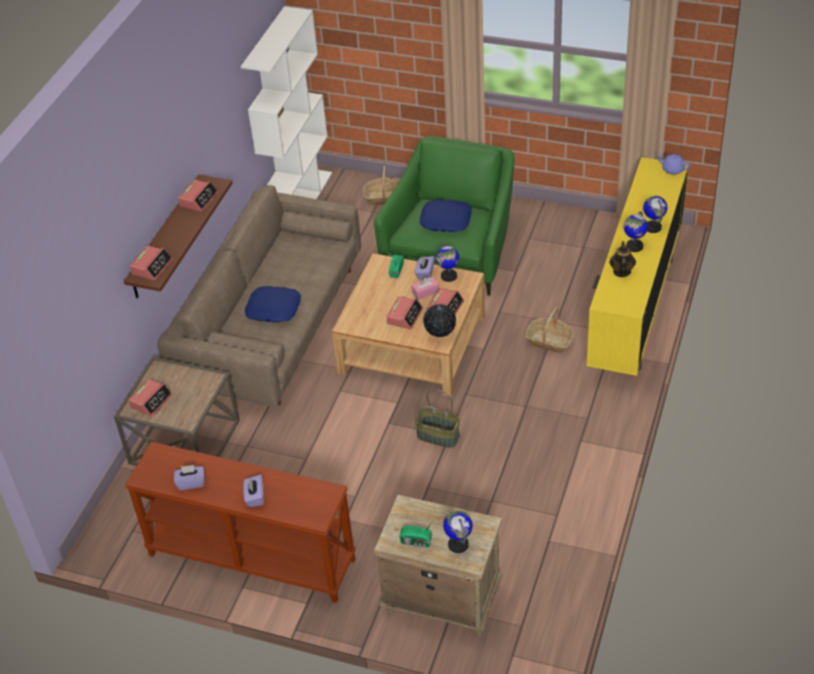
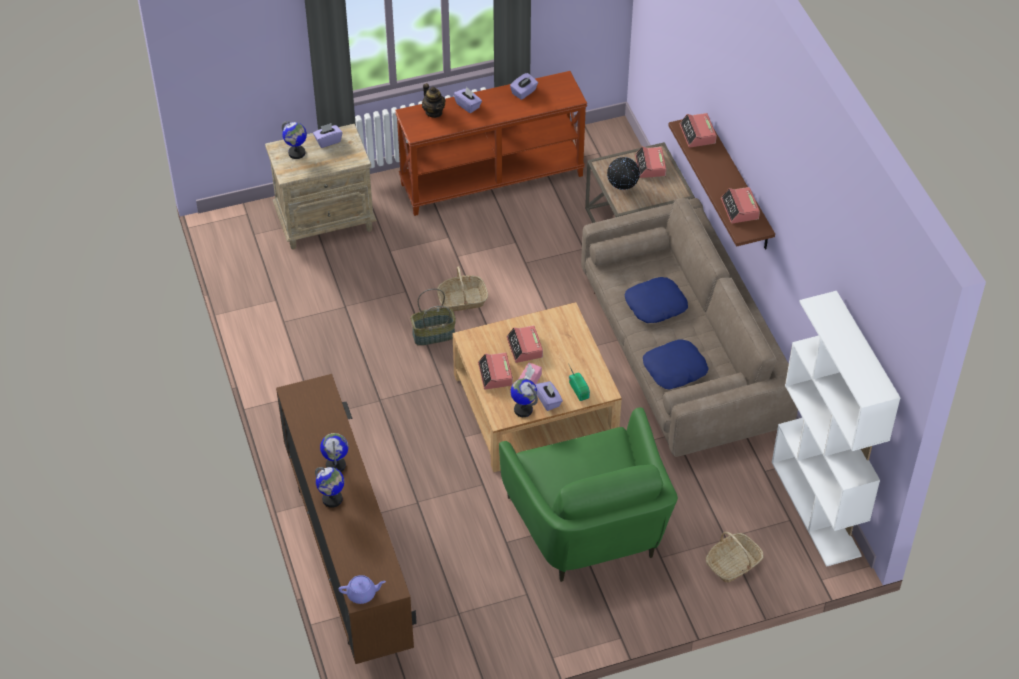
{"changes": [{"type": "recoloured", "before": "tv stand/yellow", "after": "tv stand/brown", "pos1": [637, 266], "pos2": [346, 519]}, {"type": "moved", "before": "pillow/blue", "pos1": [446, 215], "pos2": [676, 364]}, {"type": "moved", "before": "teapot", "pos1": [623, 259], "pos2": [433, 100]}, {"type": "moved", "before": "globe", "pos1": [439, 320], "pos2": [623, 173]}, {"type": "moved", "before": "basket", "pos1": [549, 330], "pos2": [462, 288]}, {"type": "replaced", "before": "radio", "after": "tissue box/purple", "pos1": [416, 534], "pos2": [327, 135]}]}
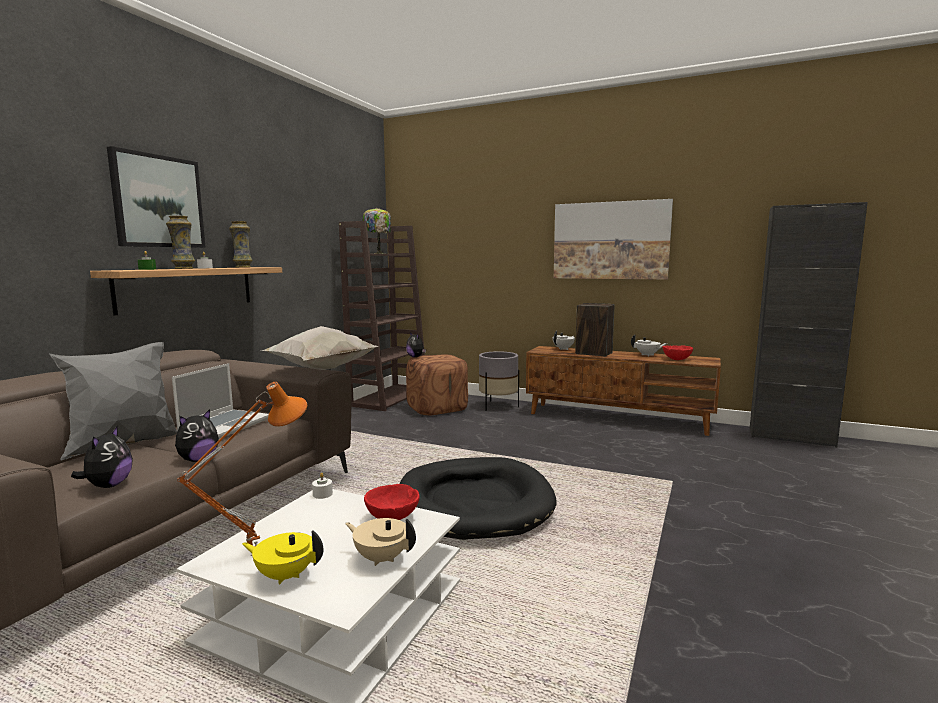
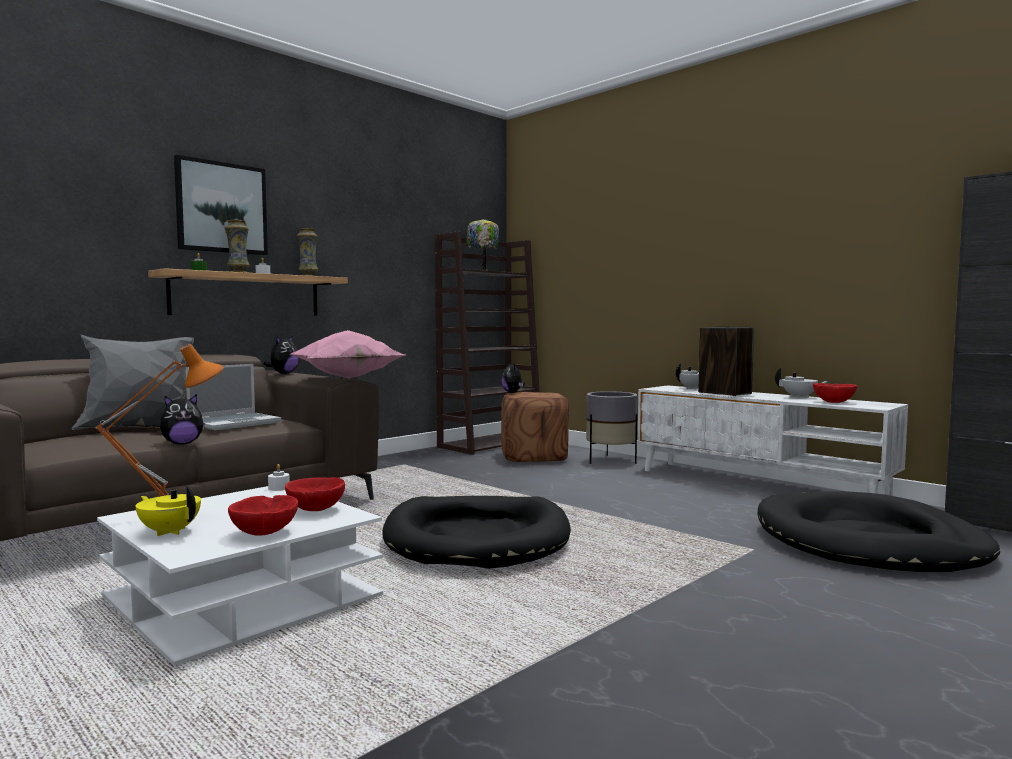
{"changes": [{"type": "removed", "before": "picture", "pos1": [613, 239]}, {"type": "recoloured", "before": "pillow/white", "after": "pillow/pink", "pos1": [320, 348], "pos2": [347, 354]}, {"type": "recoloured", "before": "tv stand/brown", "after": "tv stand/white", "pos1": [623, 391], "pos2": [772, 440]}, {"type": "moved", "before": "plush toy", "pos1": [102, 457], "pos2": [281, 355]}, {"type": "replaced", "before": "teapot/beige", "after": "bowl/red", "pos1": [380, 542], "pos2": [263, 515]}, {"type": "added", "after": "dog bed/black", "pos2": [878, 531]}]}
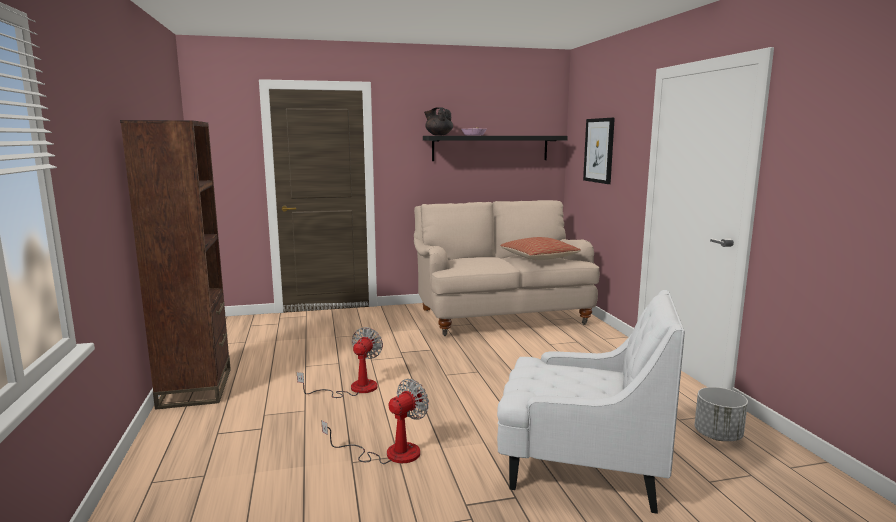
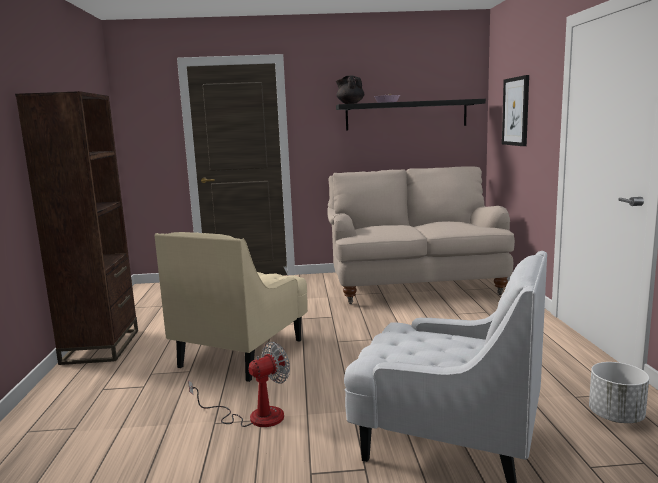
{"changes": [{"type": "removed", "before": "pillow", "pos1": [540, 248]}, {"type": "replaced", "before": "fan", "after": "armchair/beige", "pos1": [340, 362], "pos2": [231, 307]}]}
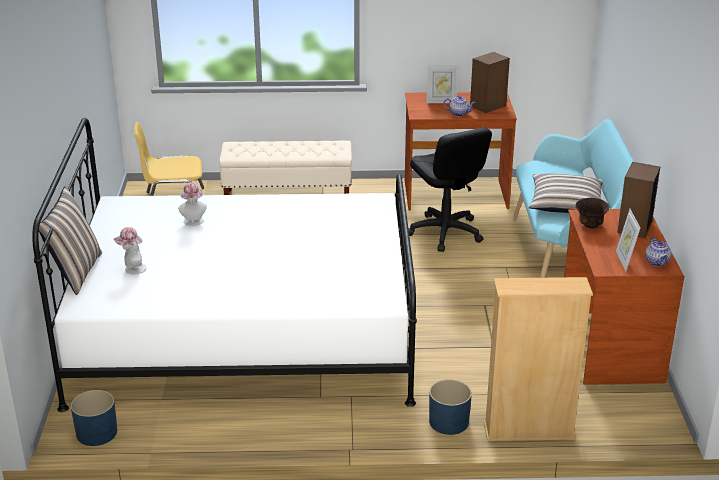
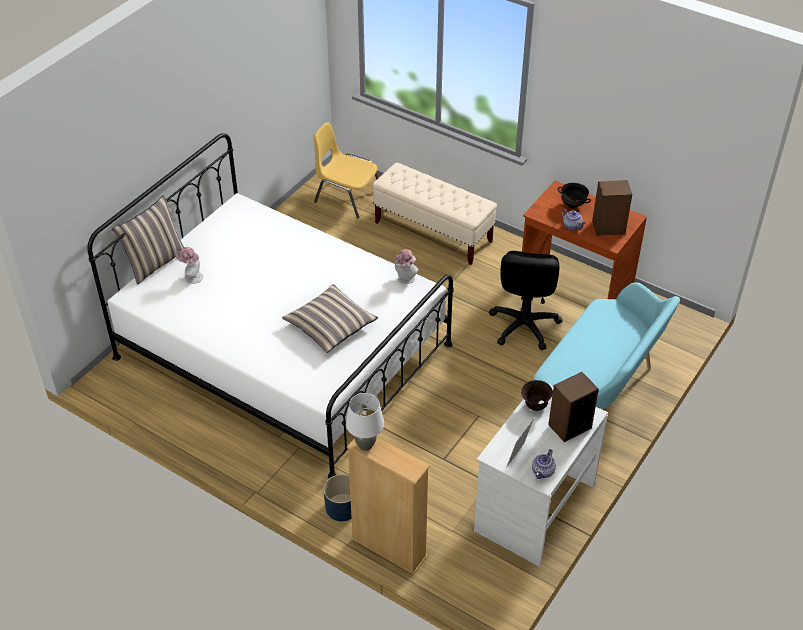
{"changes": [{"type": "replaced", "before": "picture frame", "after": "bowl/black", "pos1": [442, 84], "pos2": [574, 196]}, {"type": "moved", "before": "pillow", "pos1": [566, 193], "pos2": [330, 318]}, {"type": "moved", "before": "hat", "pos1": [192, 204], "pos2": [406, 266]}, {"type": "recoloured", "before": "desk/brown", "after": "desk/white", "pos1": [624, 297], "pos2": [541, 476]}, {"type": "removed", "before": "planter/blue", "pos1": [94, 418]}, {"type": "added", "after": "table lamp/white", "pos2": [365, 422]}]}
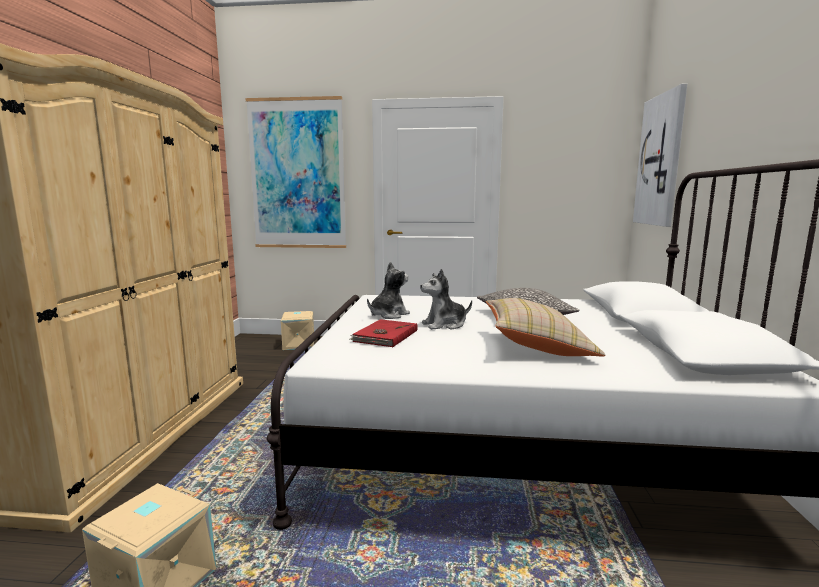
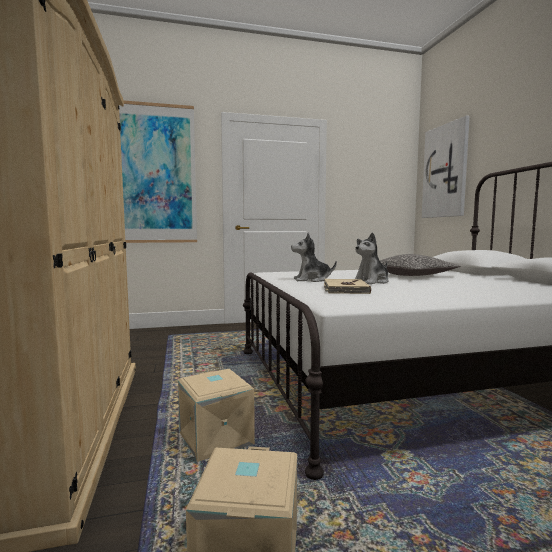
{"changes": [{"type": "turned", "before": "plush toy", "pos1": [388, 290], "pos2": [314, 257], "turn": -120}, {"type": "removed", "before": "pillow/beige", "pos1": [545, 327]}, {"type": "moved", "before": "storage box/beige", "pos1": [297, 330], "pos2": [216, 415]}, {"type": "recoloured", "before": "book/red", "after": "book/beige", "pos1": [384, 333], "pos2": [347, 286]}]}
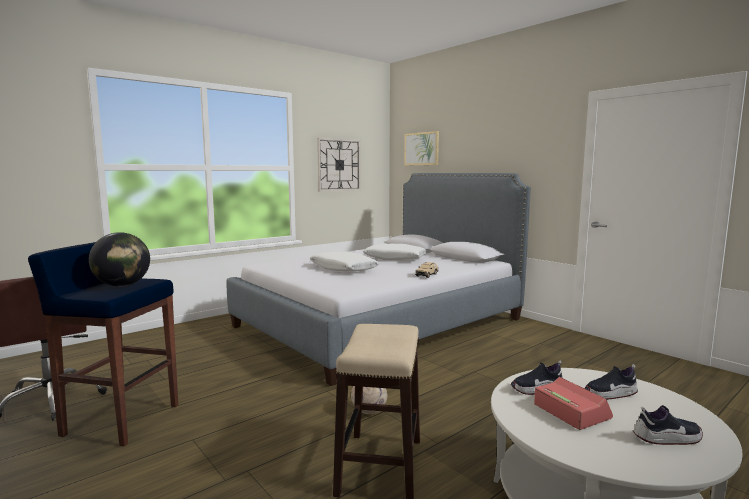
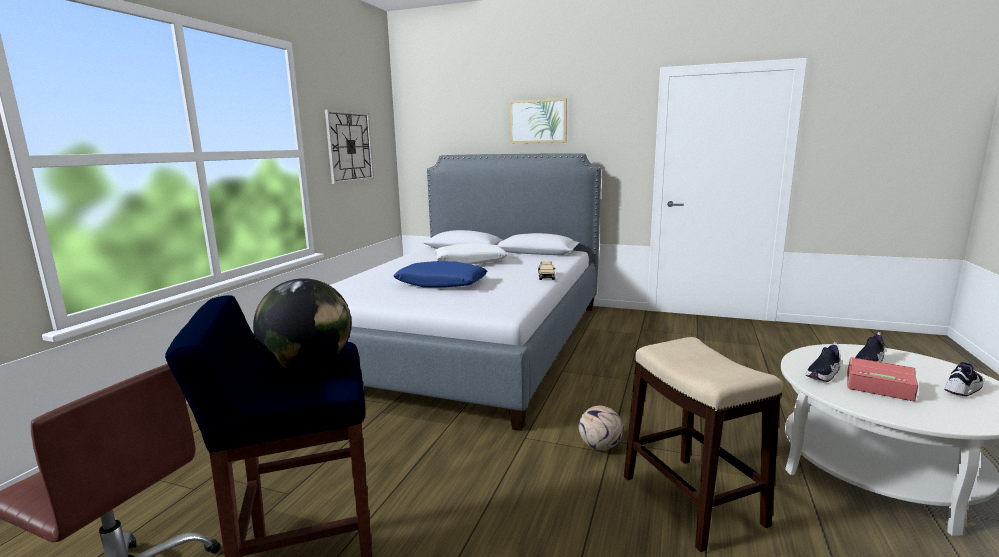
{"changes": [{"type": "moved", "before": "picture", "pos1": [421, 148], "pos2": [538, 120]}, {"type": "recoloured", "before": "pillow/white", "after": "pillow/blue", "pos1": [344, 261], "pos2": [440, 274]}]}
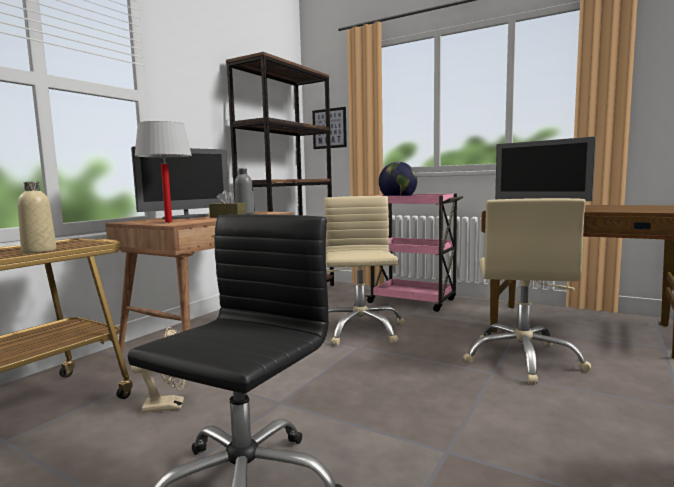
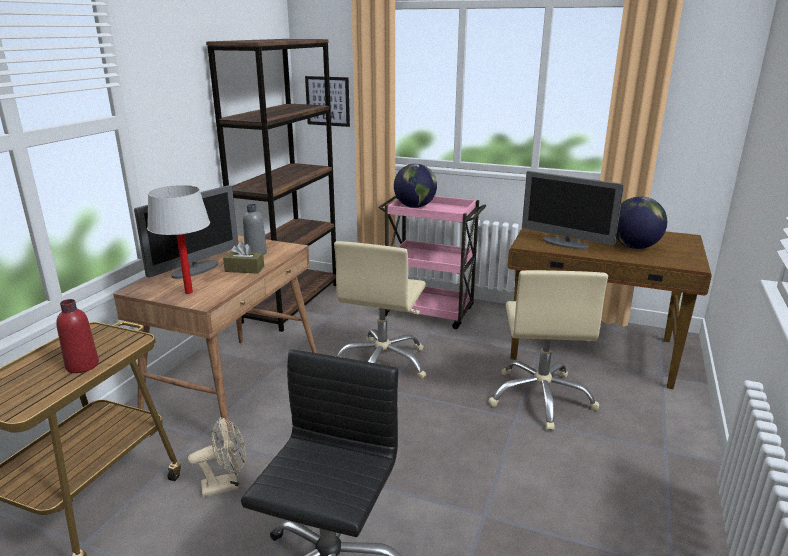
{"changes": [{"type": "recoloured", "before": "bottle/beige", "after": "bottle/red", "pos1": [37, 217], "pos2": [77, 336]}, {"type": "turned", "before": "office chair/beige", "pos1": [364, 270], "pos2": [380, 310], "turn": -150}, {"type": "added", "after": "globe", "pos2": [641, 222]}]}
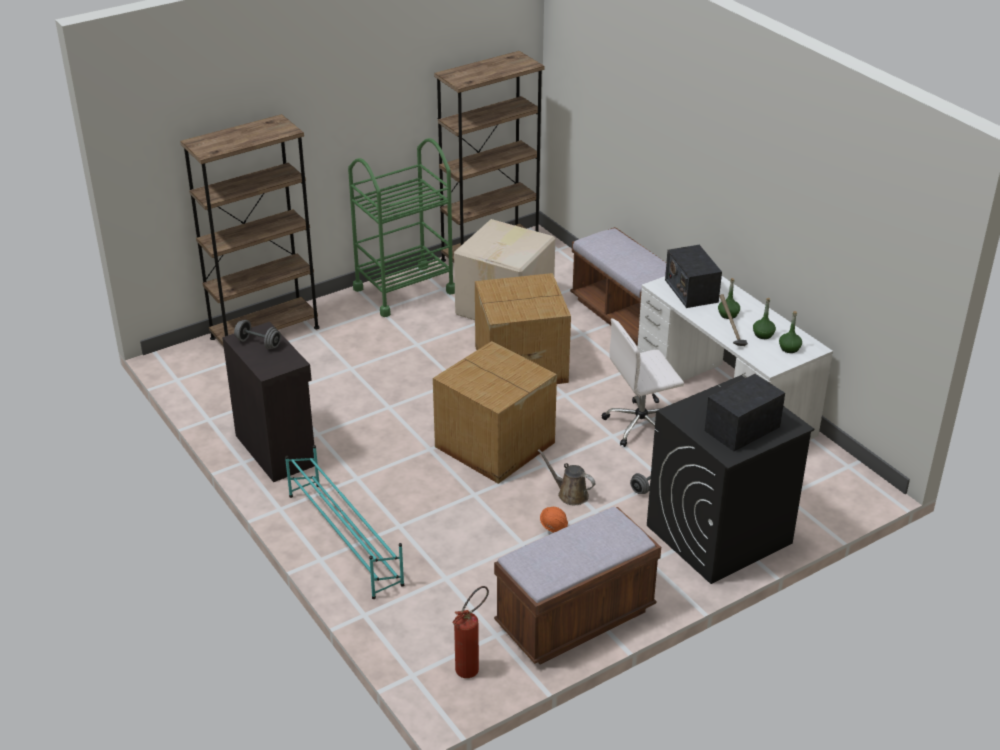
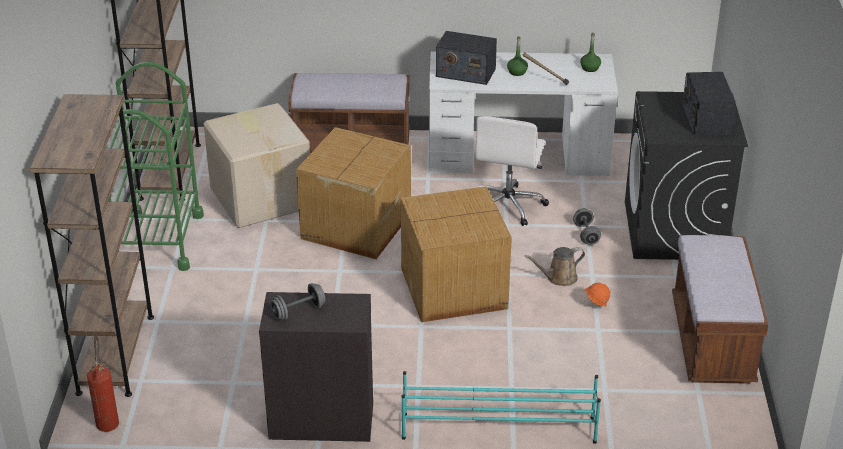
{"changes": [{"type": "removed", "before": "bottle/green", "pos1": [764, 318]}, {"type": "moved", "before": "fire extinguisher", "pos1": [470, 632], "pos2": [103, 384]}]}
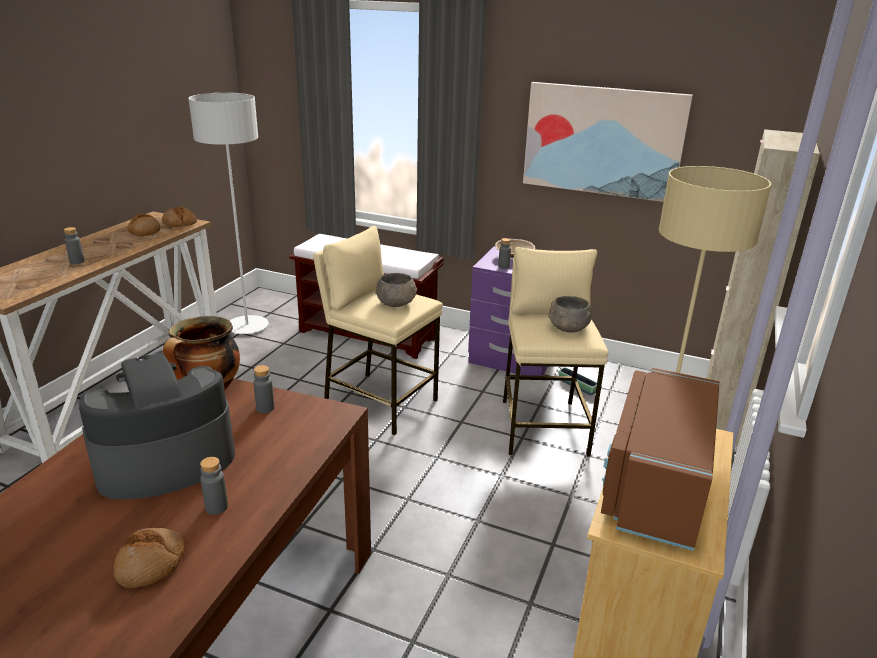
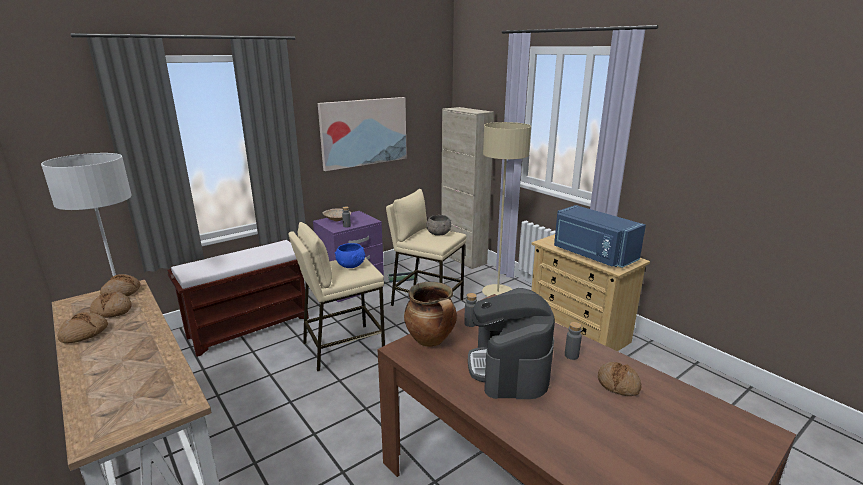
{"changes": [{"type": "removed", "before": "bottle/grey", "pos1": [74, 245]}, {"type": "recoloured", "before": "bowl/grey", "after": "bowl/blue", "pos1": [396, 290], "pos2": [350, 255]}, {"type": "recoloured", "before": "microwave/brown", "after": "microwave/blue", "pos1": [660, 459], "pos2": [600, 236]}, {"type": "added", "after": "bread", "pos2": [82, 327]}]}
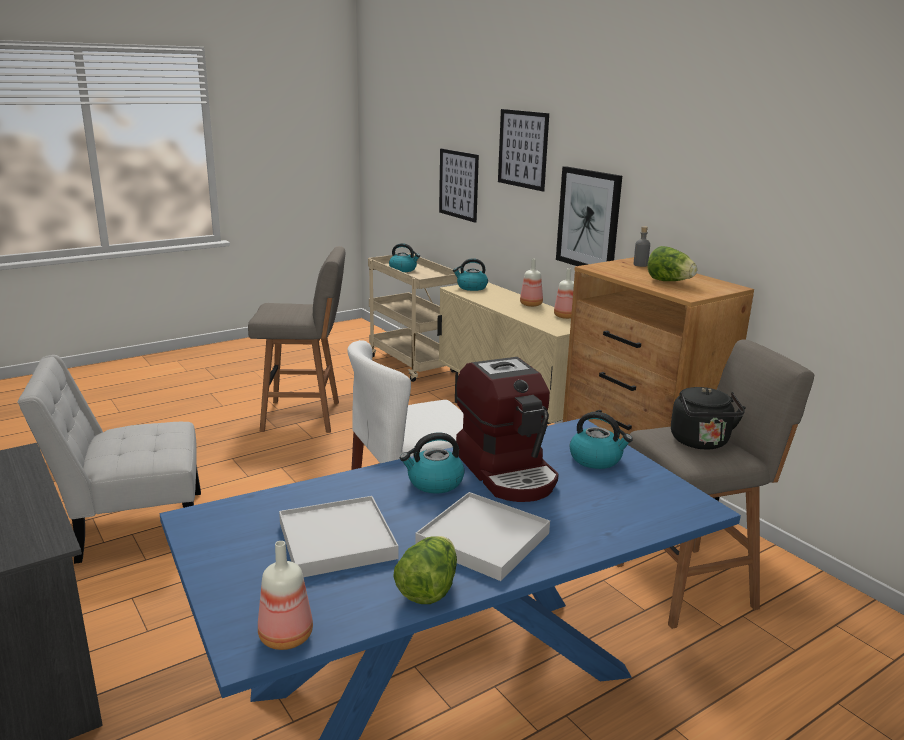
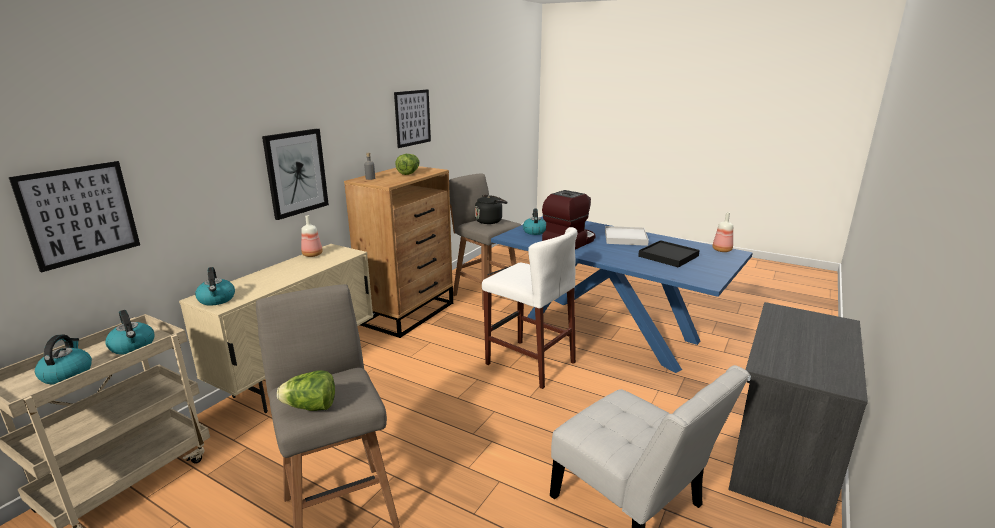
{"changes": [{"type": "moved", "before": "picture", "pos1": [523, 150], "pos2": [412, 118]}, {"type": "removed", "before": "bottle", "pos1": [531, 283]}, {"type": "moved", "before": "kettle", "pos1": [432, 463], "pos2": [130, 332]}, {"type": "recoloured", "before": "tray/white", "after": "tray/black", "pos1": [338, 536], "pos2": [669, 254]}, {"type": "moved", "before": "lettuce", "pos1": [425, 570], "pos2": [306, 390]}]}
